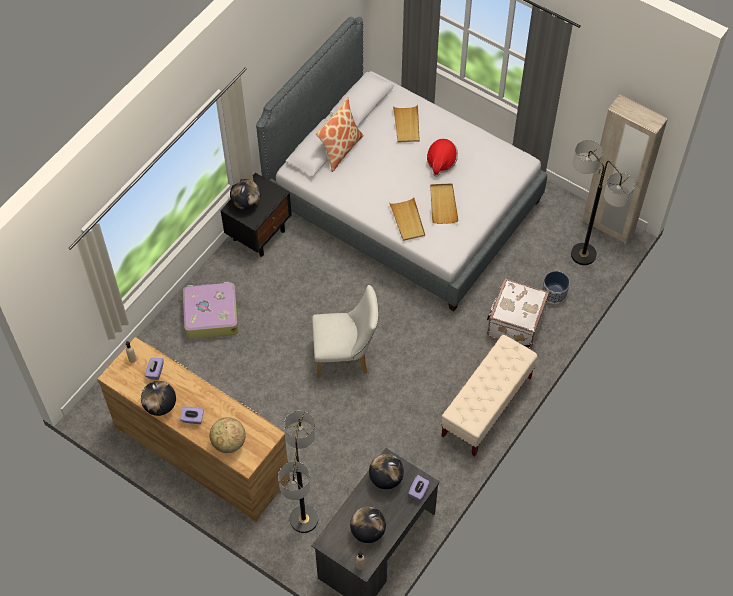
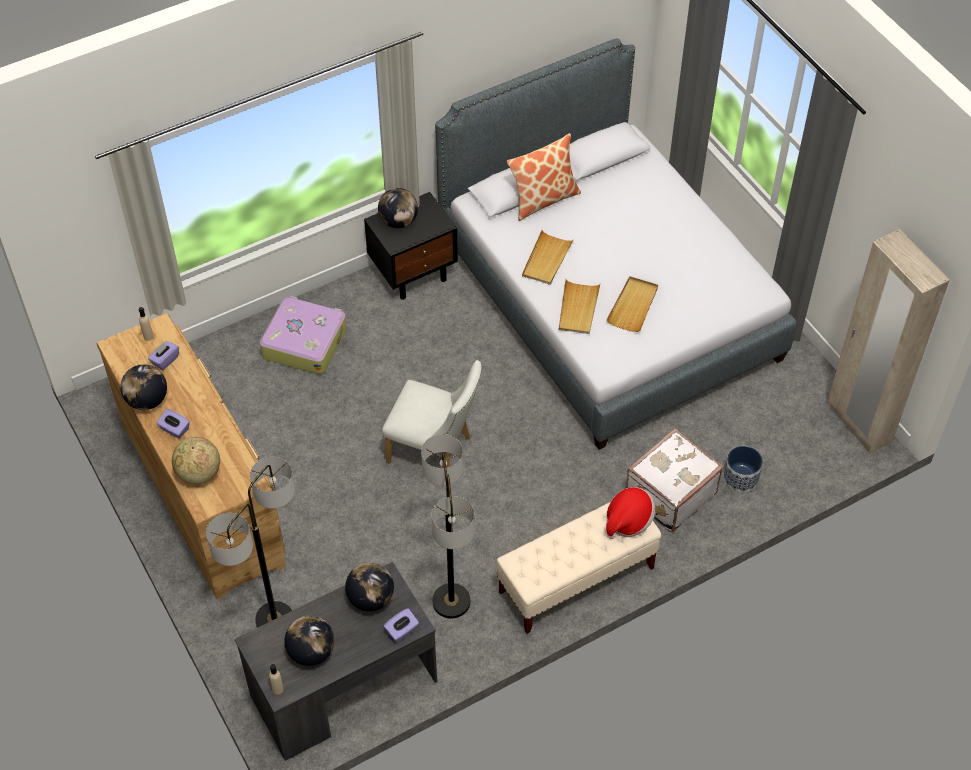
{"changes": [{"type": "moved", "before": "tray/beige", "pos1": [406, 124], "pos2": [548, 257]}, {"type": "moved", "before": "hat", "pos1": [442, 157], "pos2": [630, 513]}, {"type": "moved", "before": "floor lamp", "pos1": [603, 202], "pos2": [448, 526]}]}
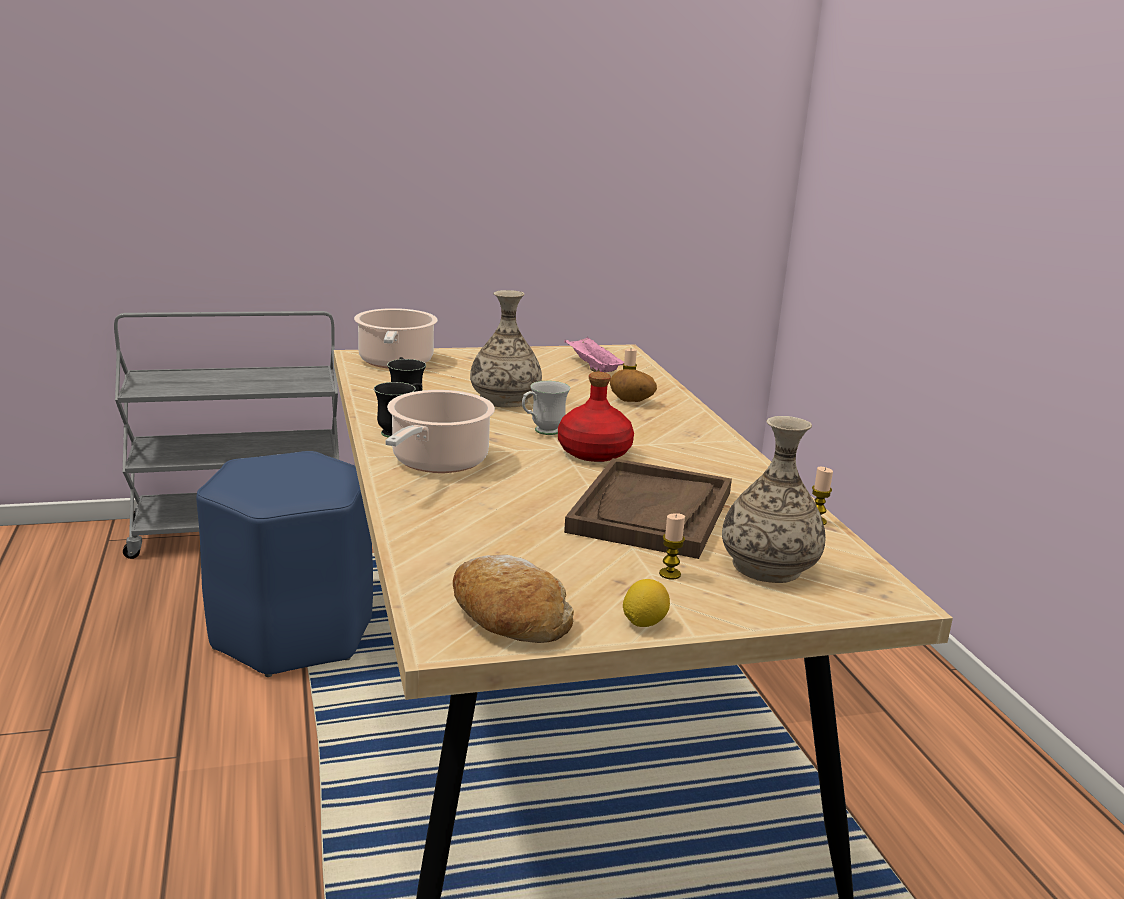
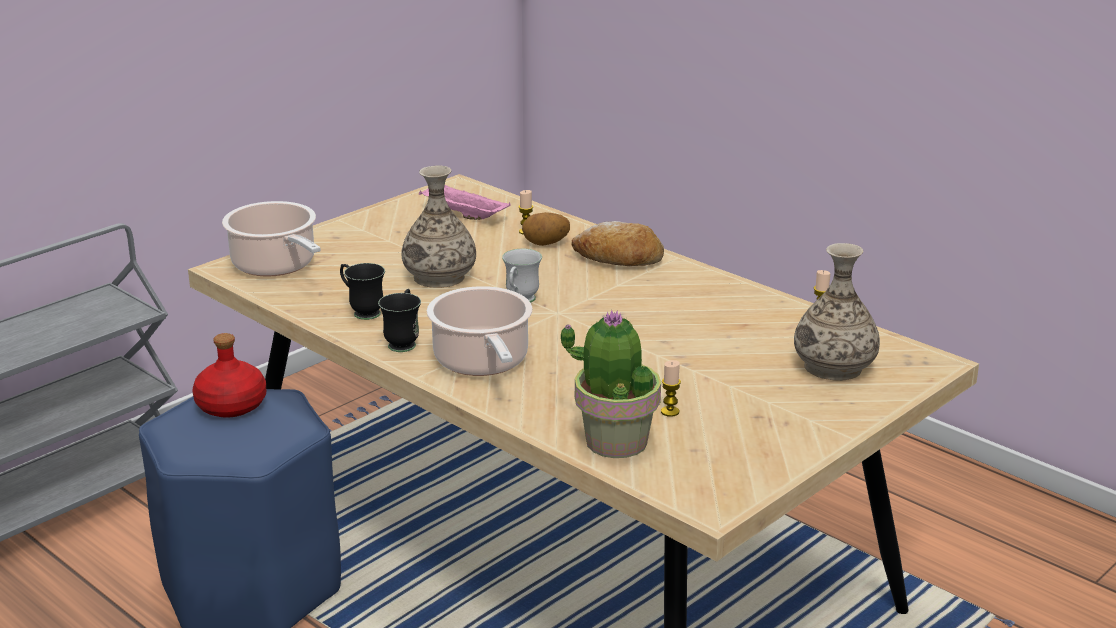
{"changes": [{"type": "moved", "before": "bottle/red", "pos1": [596, 417], "pos2": [229, 375]}, {"type": "removed", "before": "tray/brown", "pos1": [648, 508]}, {"type": "moved", "before": "candle", "pos1": [672, 546], "pos2": [671, 388]}, {"type": "moved", "before": "bread", "pos1": [513, 599], "pos2": [617, 243]}, {"type": "removed", "before": "lemon", "pos1": [646, 603]}, {"type": "added", "after": "potted plant", "pos2": [611, 384]}]}
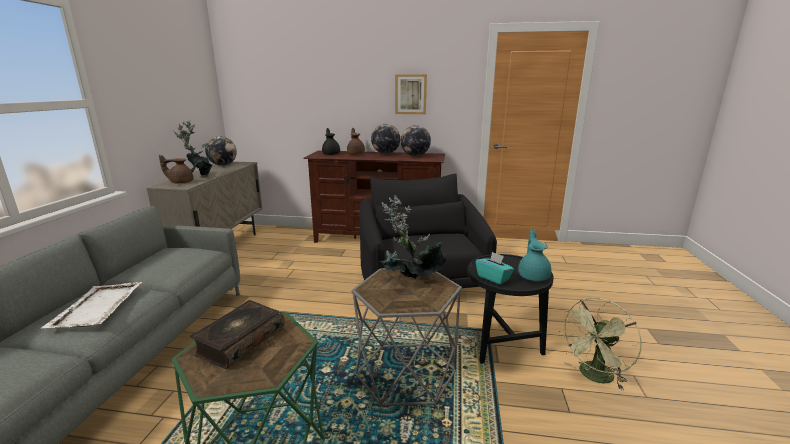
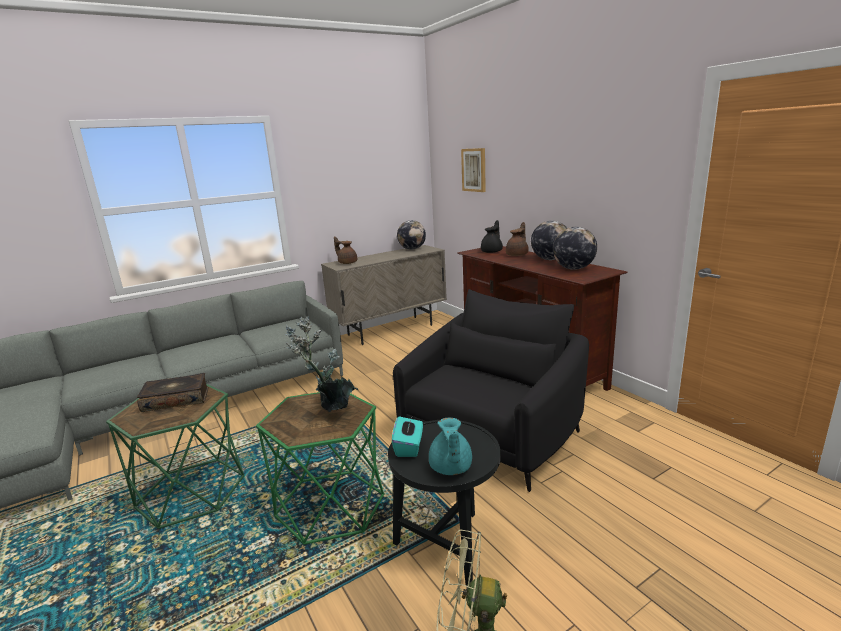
{"changes": [{"type": "moved", "before": "picture", "pos1": [411, 94], "pos2": [473, 170]}, {"type": "removed", "before": "potted plant", "pos1": [193, 148]}, {"type": "turned", "before": "teapot/turquoise", "pos1": [534, 255], "pos2": [450, 446], "turn": 120}, {"type": "recoloured", "before": "side table/grey", "after": "side table/green", "pos1": [406, 337], "pos2": [320, 468]}, {"type": "removed", "before": "tray/white", "pos1": [91, 305]}]}
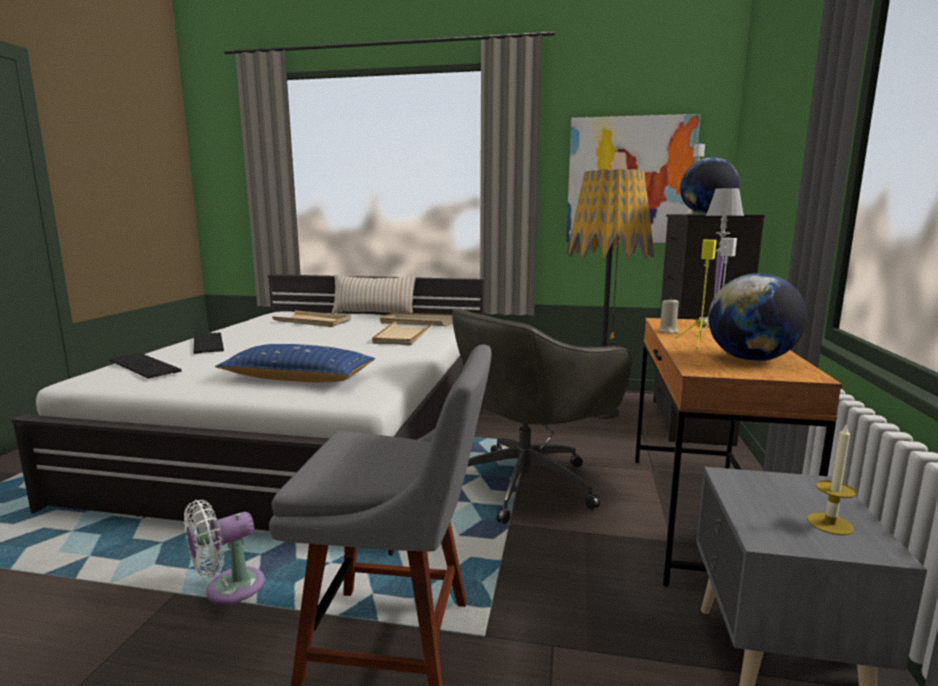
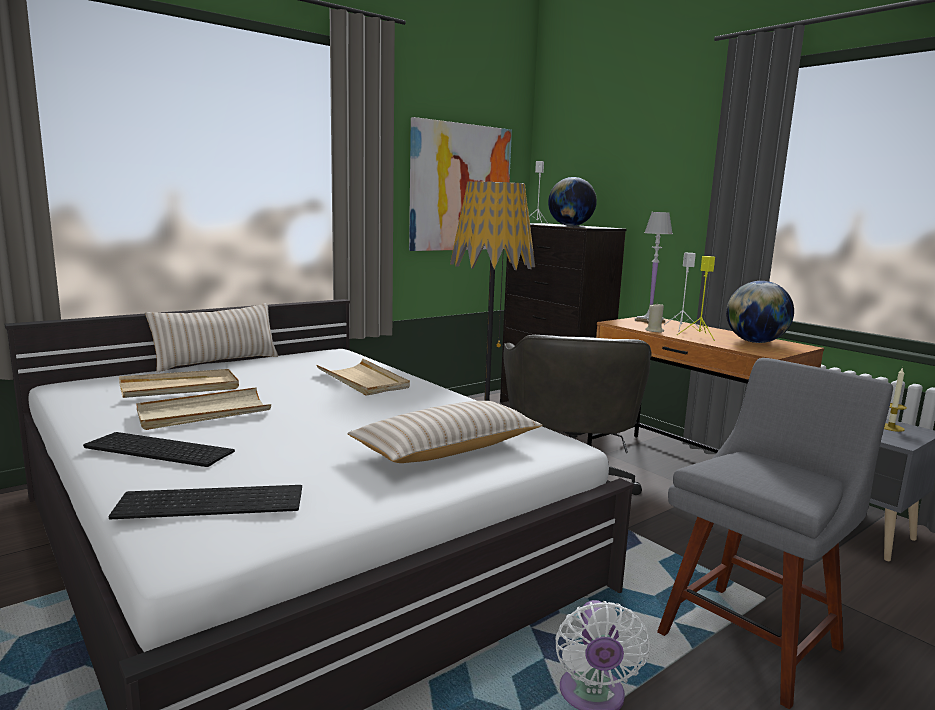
{"changes": [{"type": "moved", "before": "tray/beige", "pos1": [416, 319], "pos2": [203, 408]}, {"type": "recoloured", "before": "pillow/blue", "after": "pillow/beige", "pos1": [295, 363], "pos2": [444, 432]}]}
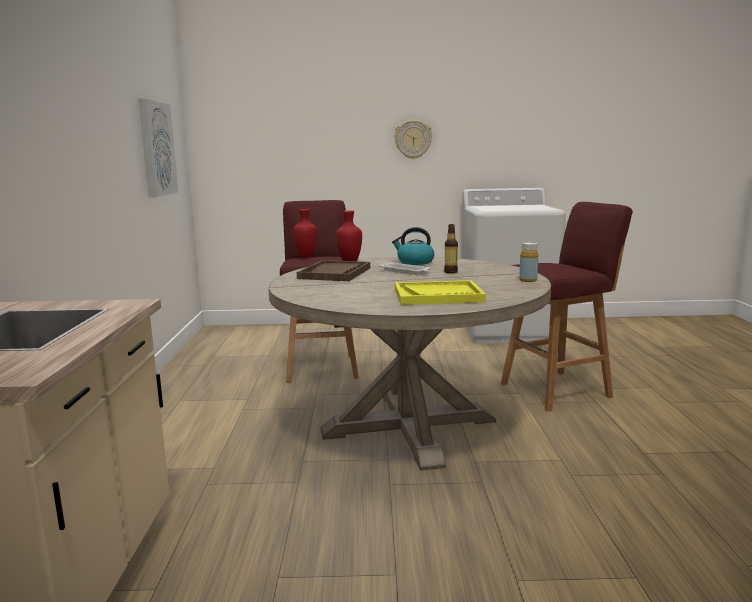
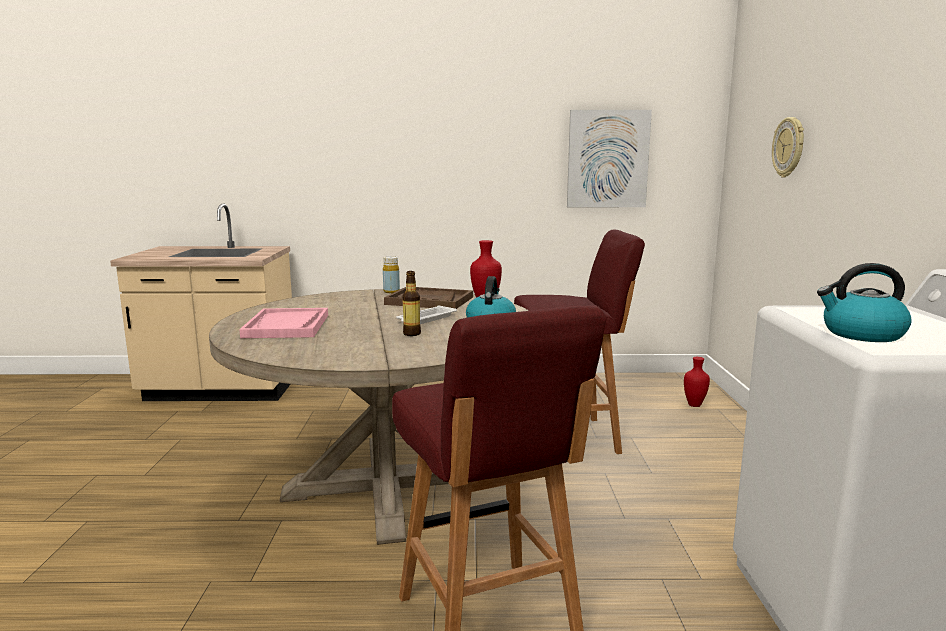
{"changes": [{"type": "moved", "before": "wall clock", "pos1": [413, 139], "pos2": [788, 147]}, {"type": "moved", "before": "vase/red", "pos1": [305, 233], "pos2": [697, 382]}, {"type": "moved", "before": "bottle/yellow", "pos1": [528, 262], "pos2": [391, 274]}, {"type": "recoloured", "before": "tray/yellow", "after": "tray/pink", "pos1": [440, 292], "pos2": [283, 323]}, {"type": "added", "after": "kettle", "pos2": [864, 302]}]}
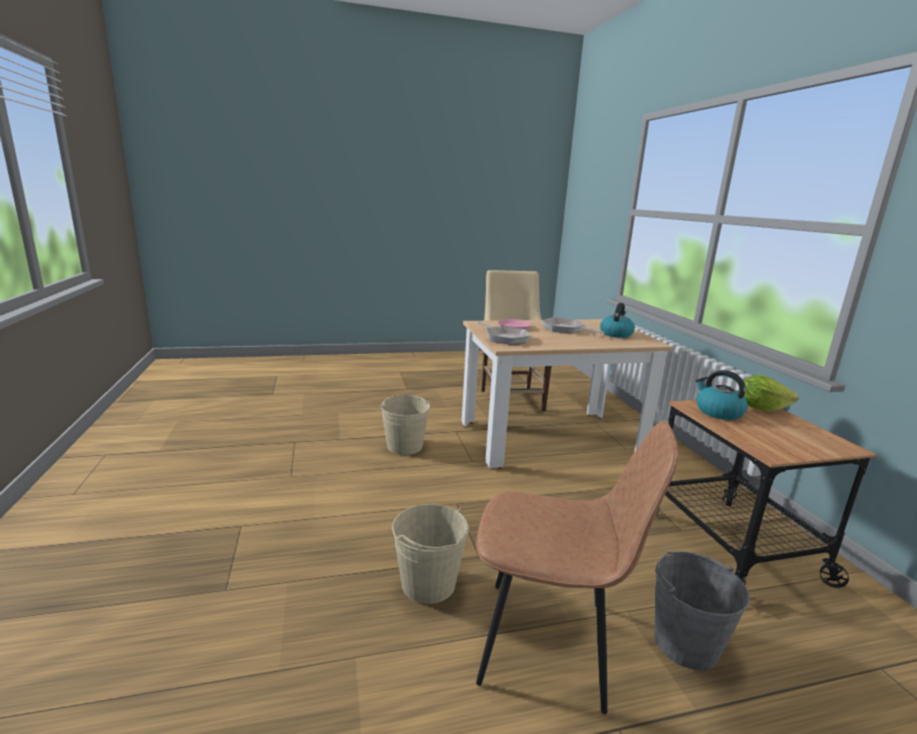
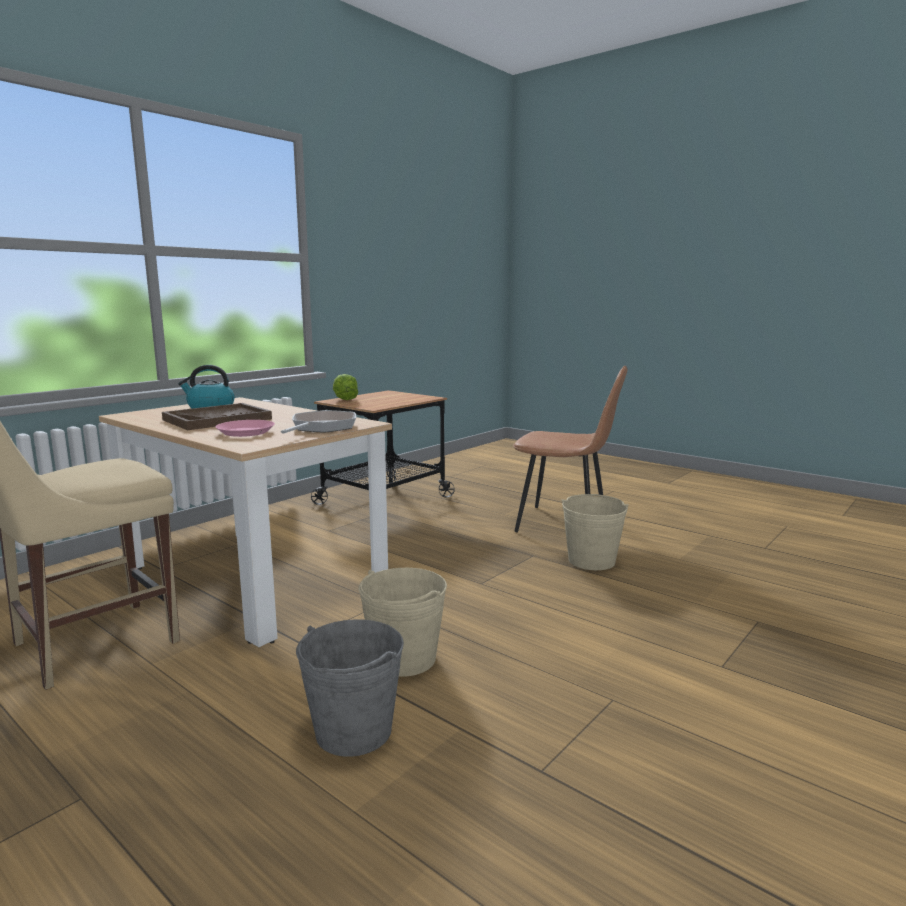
{"changes": [{"type": "replaced", "before": "frying pan", "after": "tray/brown", "pos1": [573, 325], "pos2": [217, 416]}, {"type": "removed", "before": "kettle", "pos1": [722, 395]}, {"type": "turned", "before": "chair/brown", "pos1": [577, 567], "pos2": [570, 449], "turn": 135}, {"type": "moved", "before": "bucket/grey", "pos1": [702, 610], "pos2": [350, 688]}]}
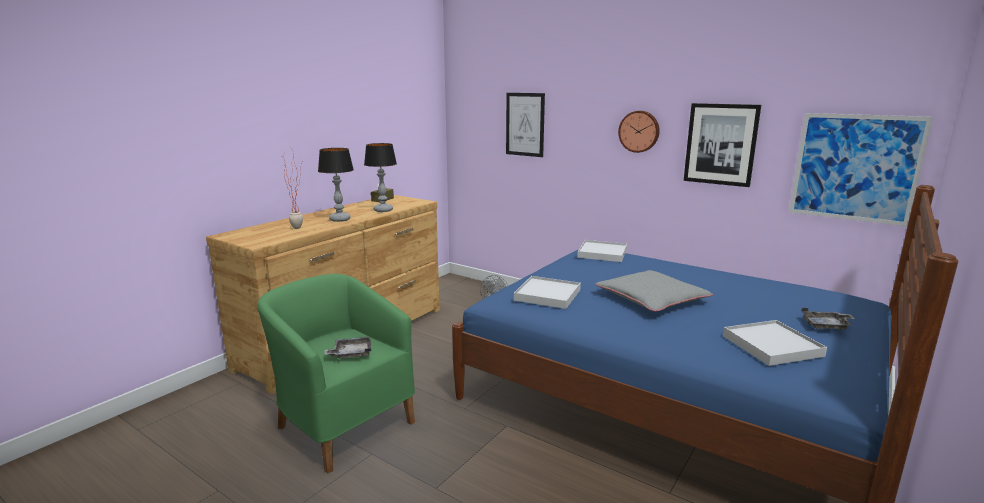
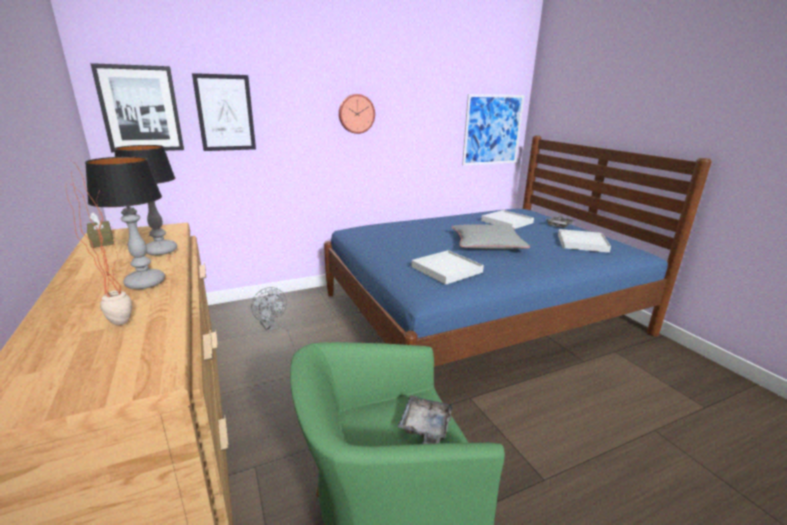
{"changes": [{"type": "moved", "before": "picture", "pos1": [722, 145], "pos2": [137, 107]}, {"type": "moved", "before": "tray/white", "pos1": [602, 251], "pos2": [507, 219]}]}
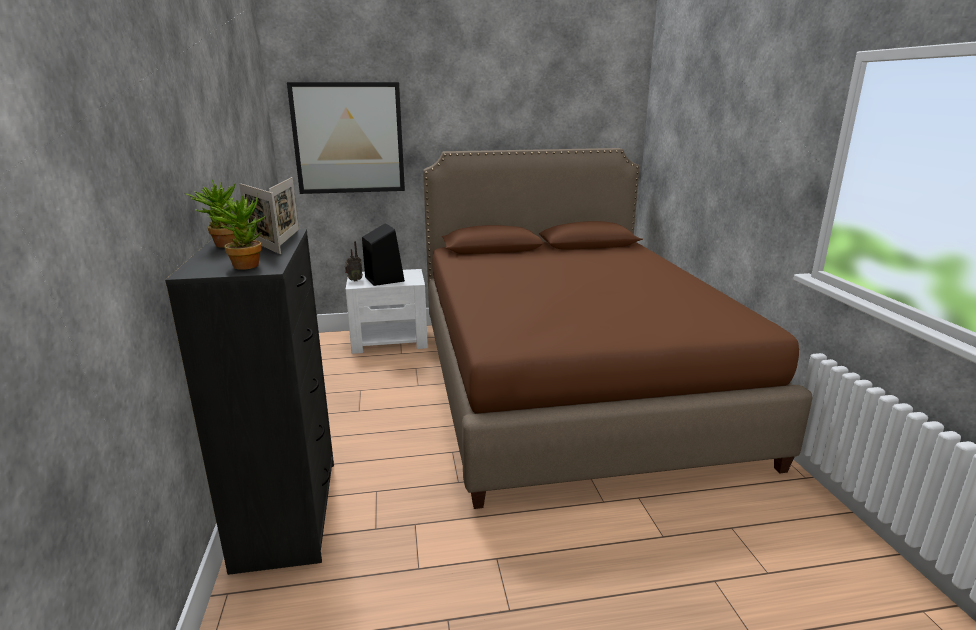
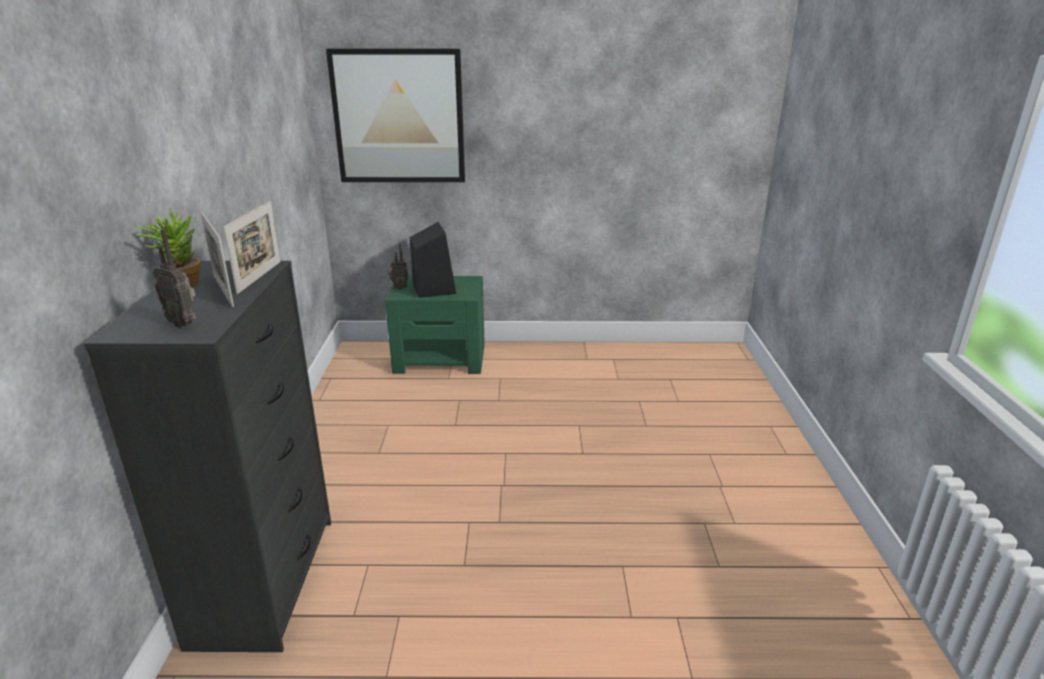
{"changes": [{"type": "removed", "before": "bed/brown", "pos1": [618, 328]}, {"type": "replaced", "before": "potted plant", "after": "radio", "pos1": [236, 231], "pos2": [174, 278]}, {"type": "recoloured", "before": "nightstand/white", "after": "nightstand/green", "pos1": [387, 311], "pos2": [435, 325]}]}
